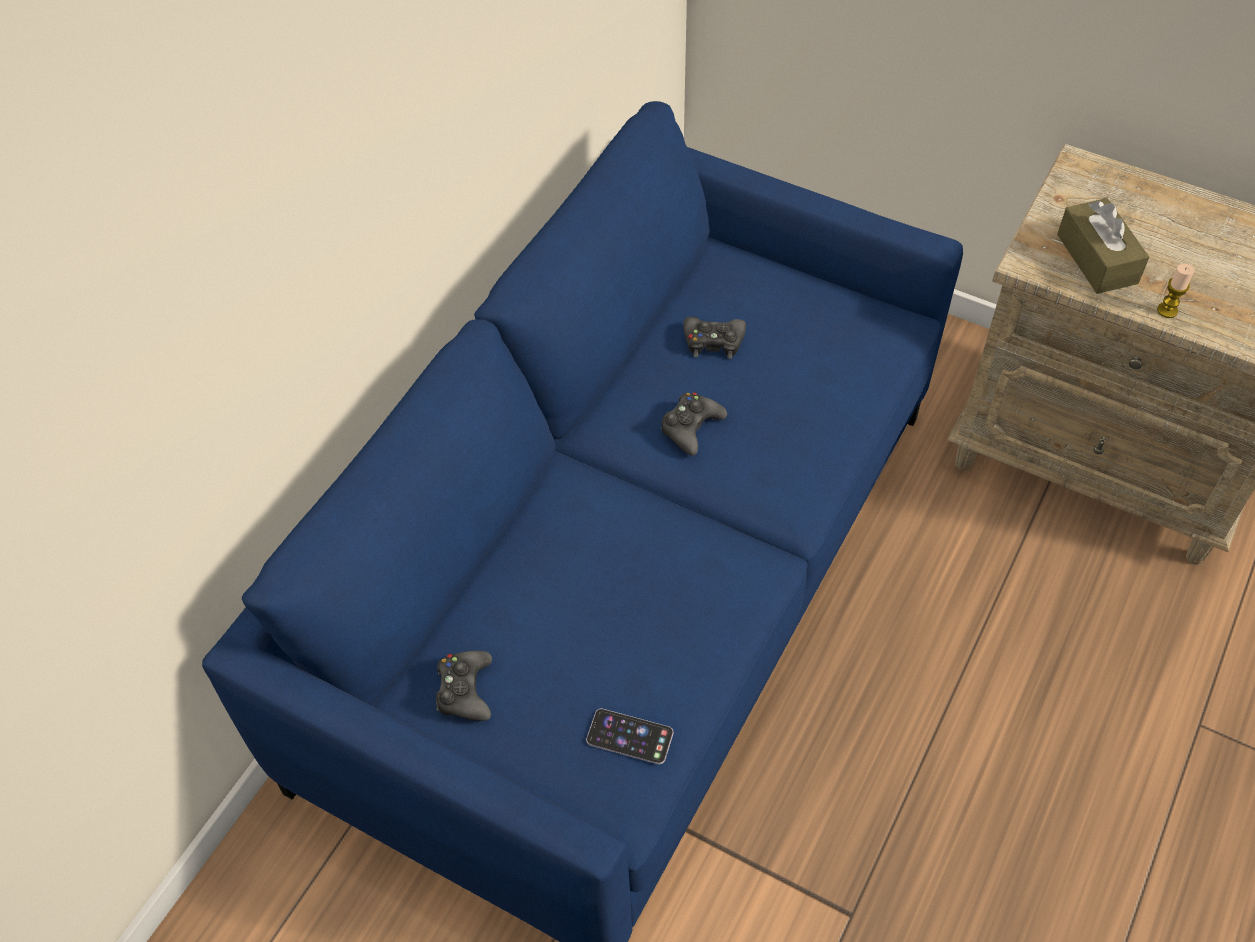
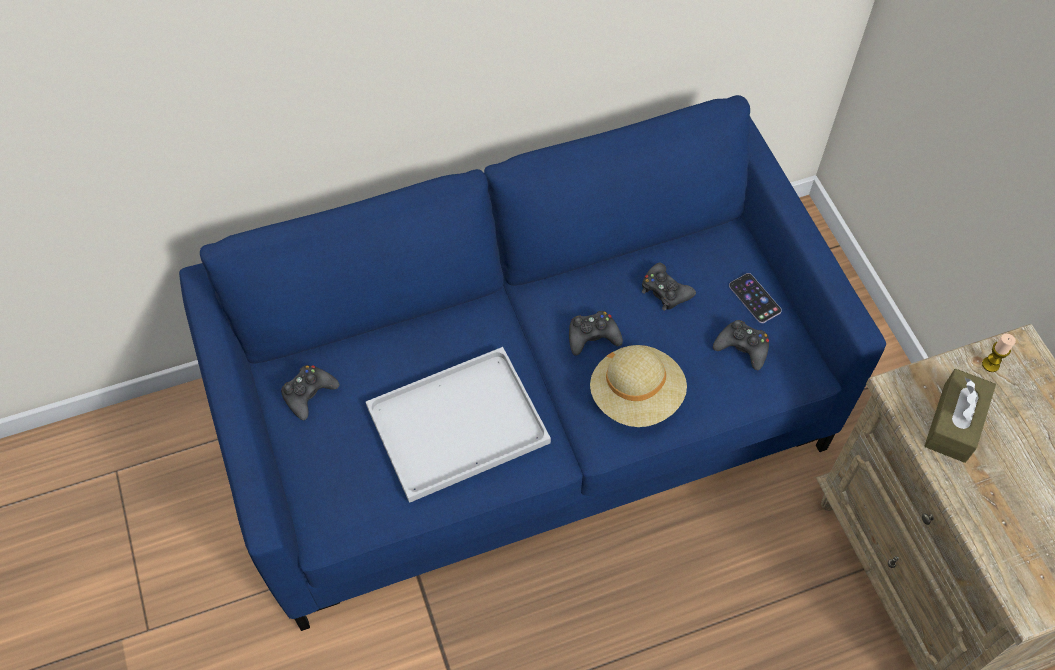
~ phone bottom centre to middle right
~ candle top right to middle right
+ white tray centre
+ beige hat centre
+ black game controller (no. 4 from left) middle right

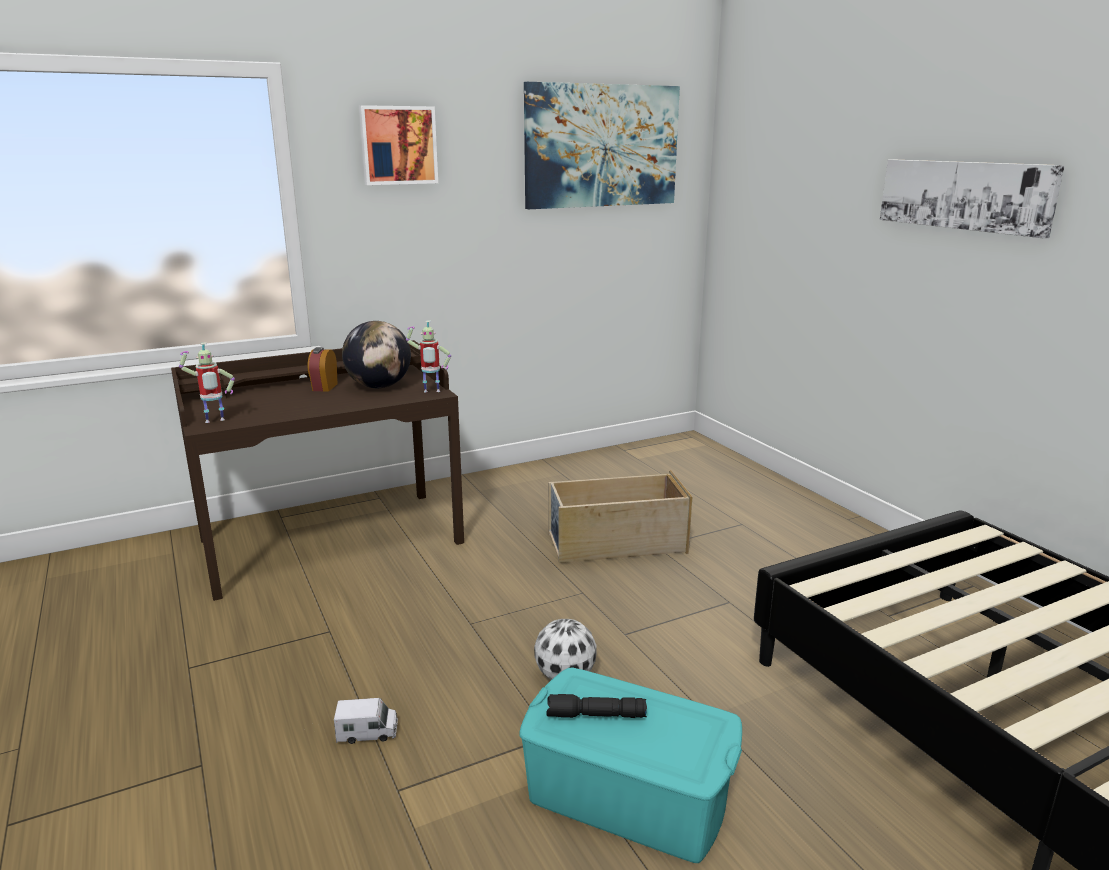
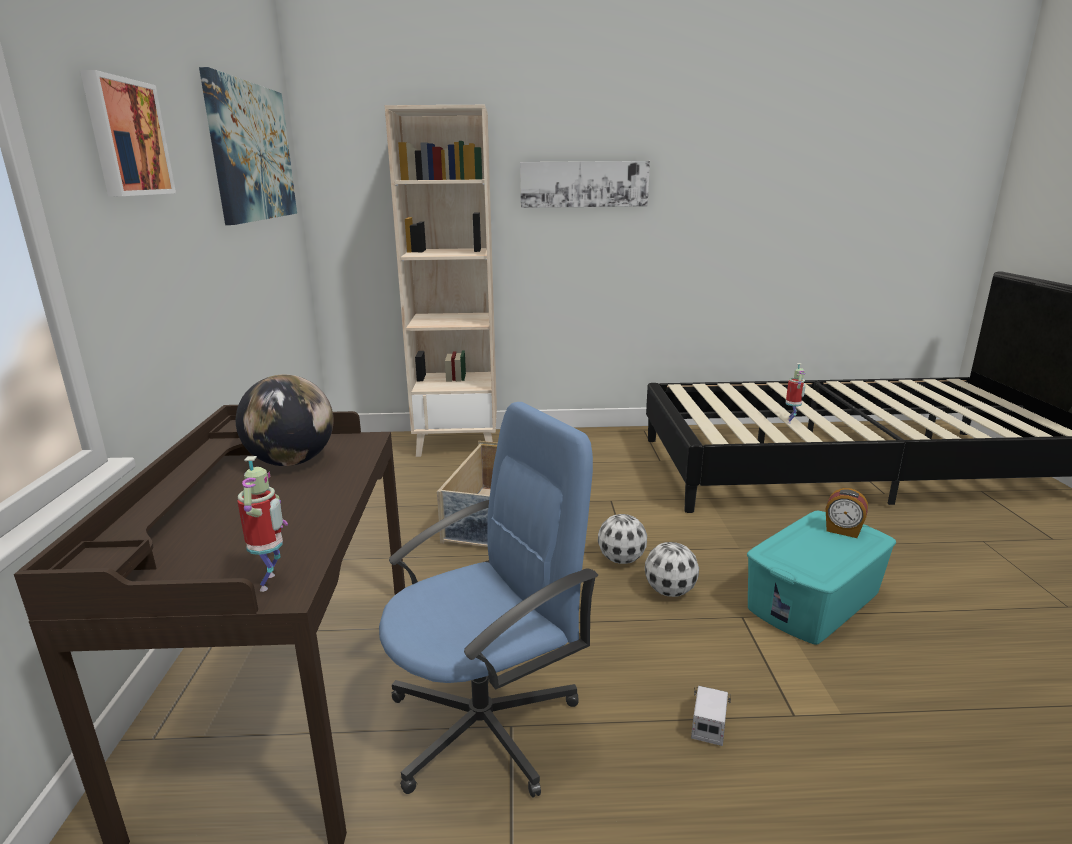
~ alarm clock middle left to middle right
~ toy robot (no. 2 from left) centre to middle right
- black flashlight bottom centre
+ blue office chair bottom centre
+ beige bookcase top centre
+ football (no. 1 from left) centre

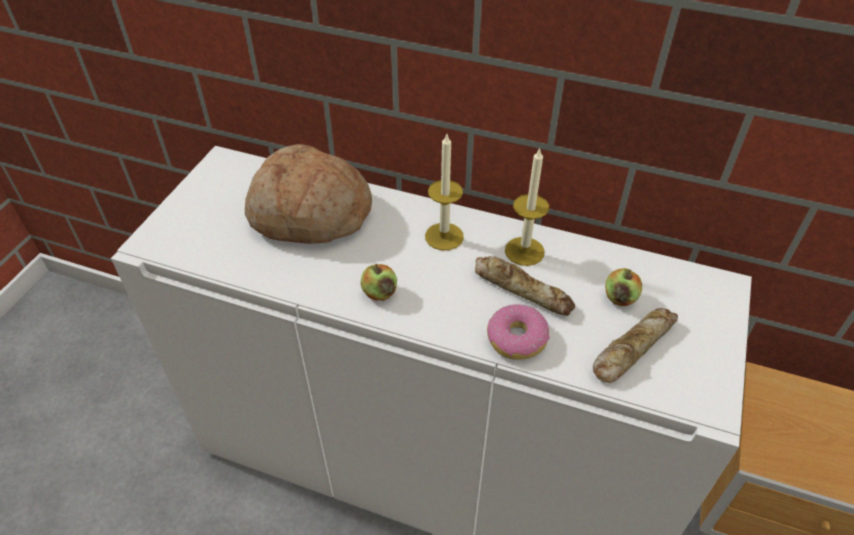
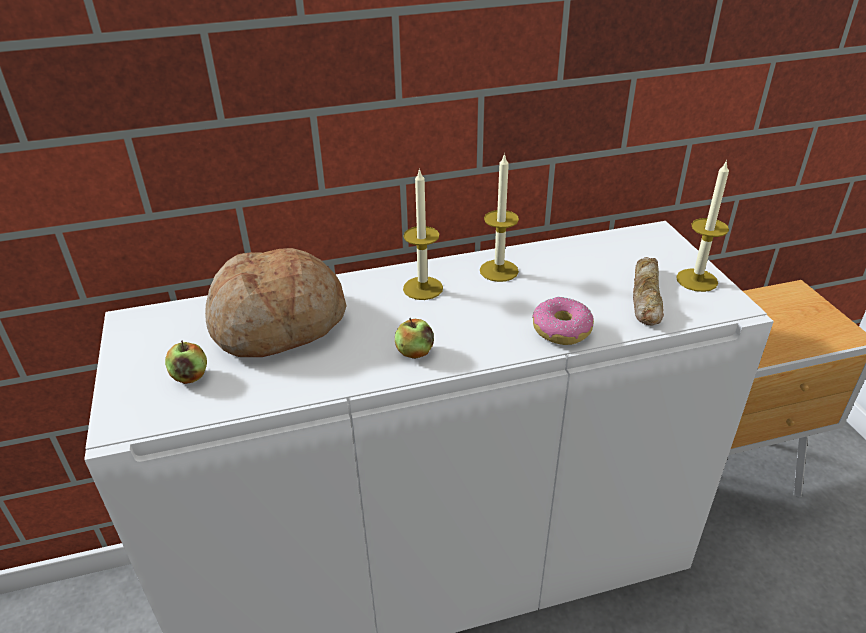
- bread (no. 2 from left) centre
~ apple (no. 2 from left in the first image) middle right to apple (no. 1 from left) middle left
+ candle (no. 3 from left) middle right

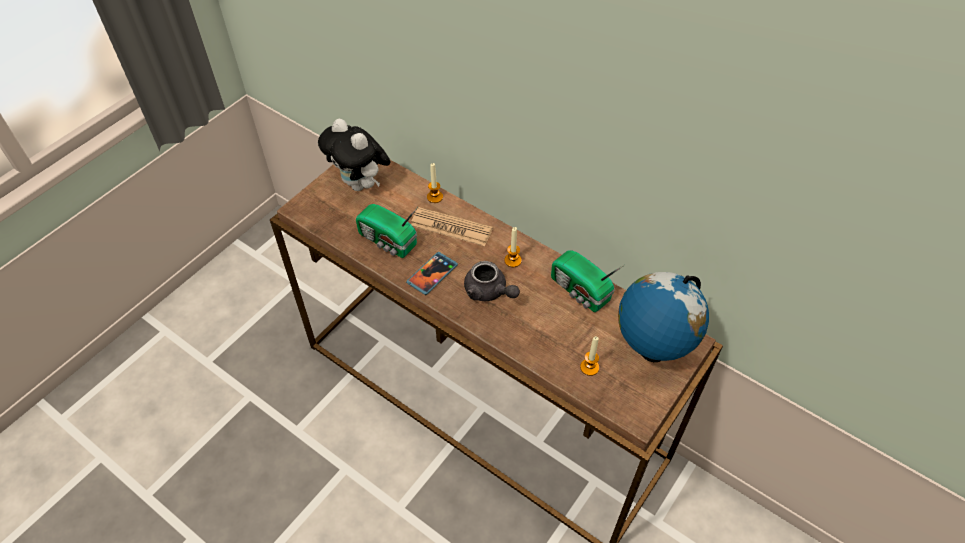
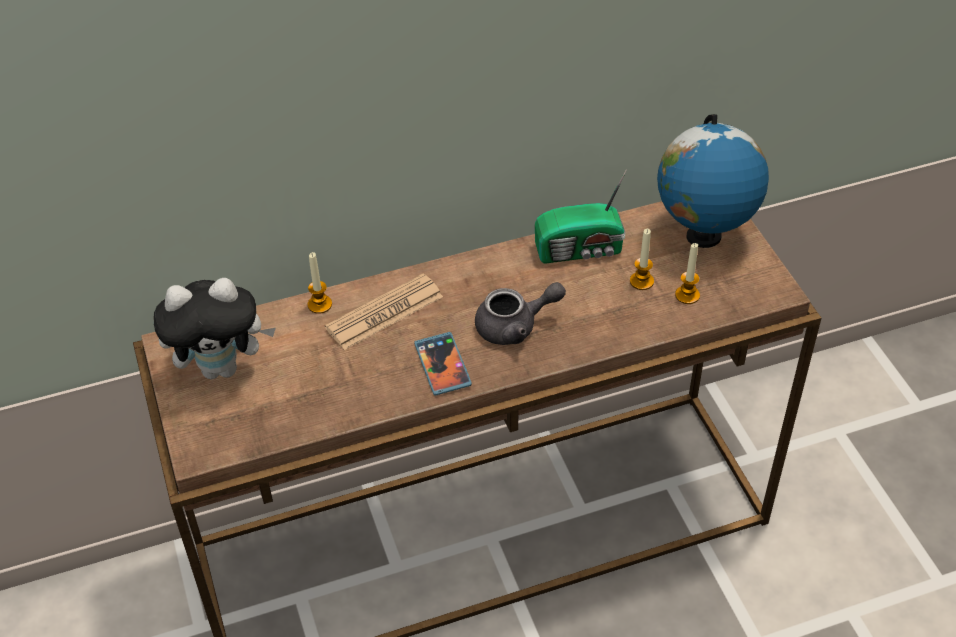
- radio (no. 1 from left) centre
~ candle (no. 2 from left) centre to middle right

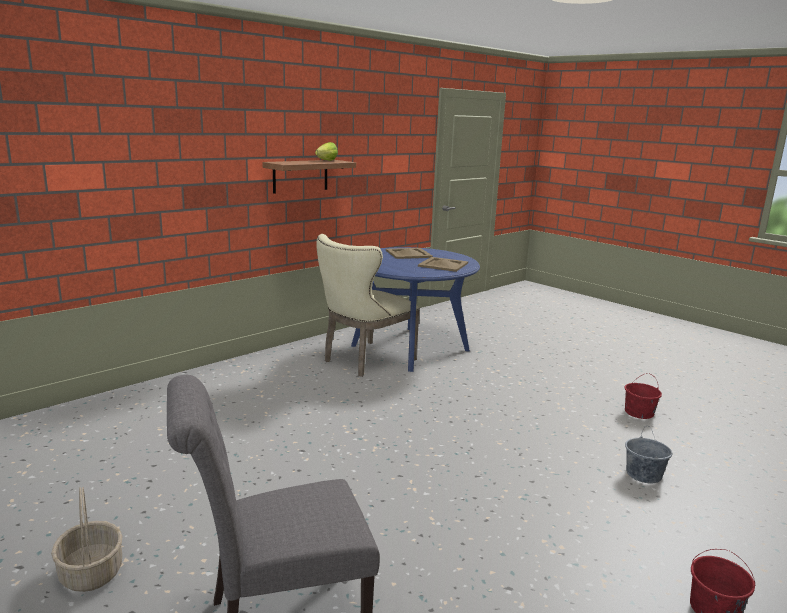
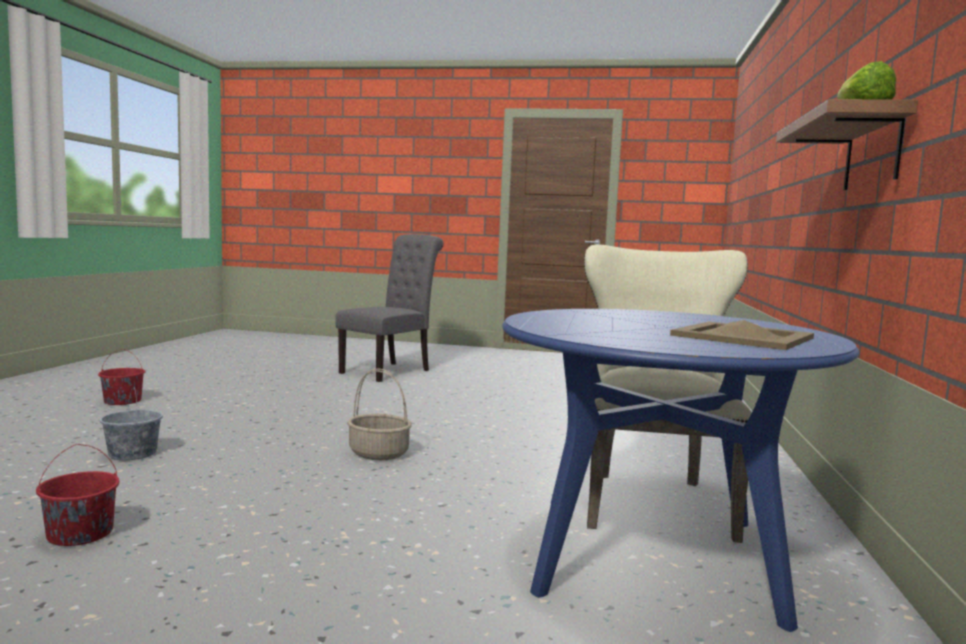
~ basket bottom left to centre
- beige tray (no. 2 from left) centre

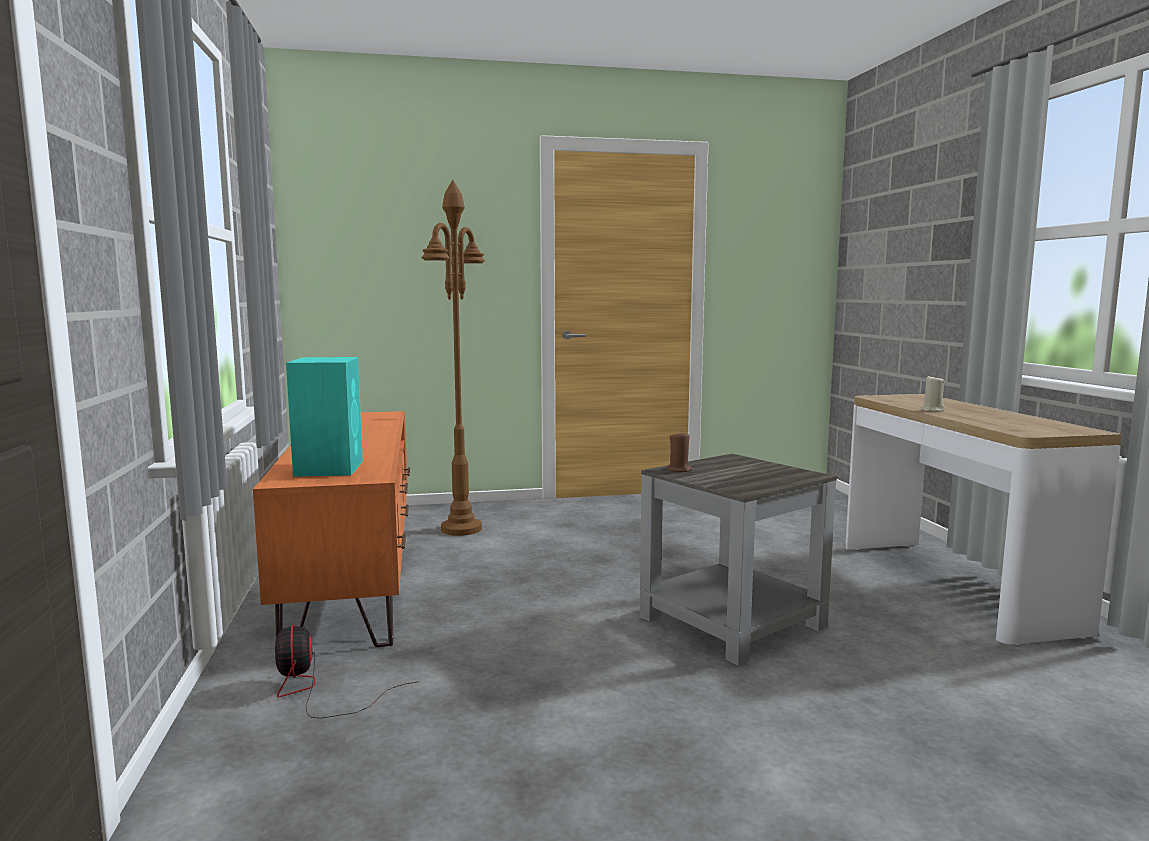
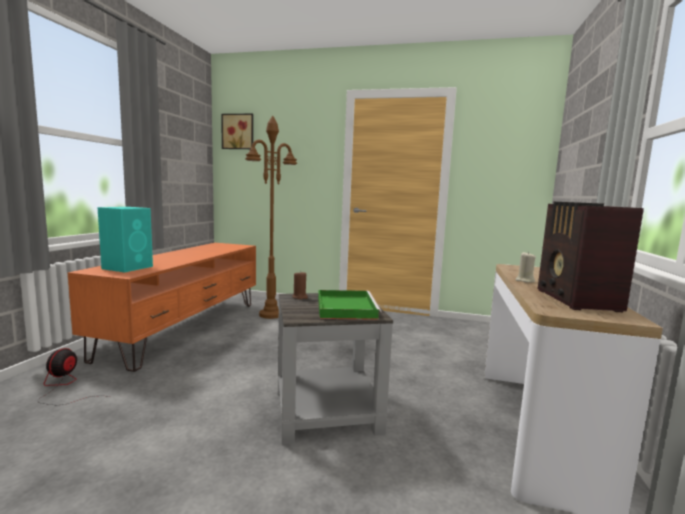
+ picture top centre
+ green tray centre
+ radio middle right

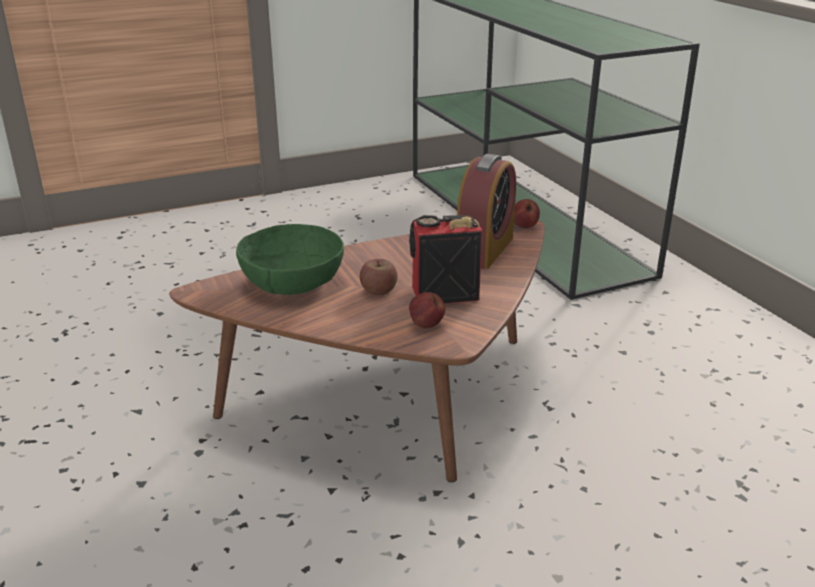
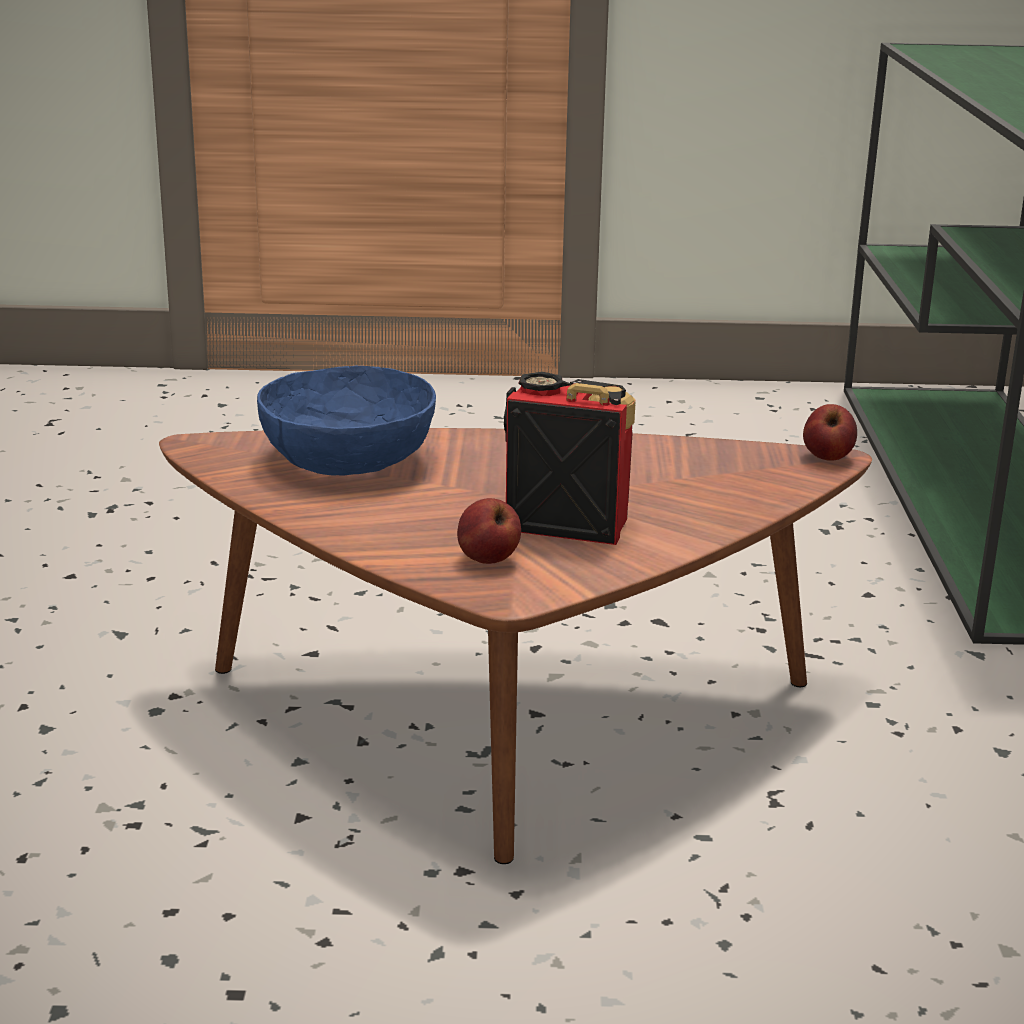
~ green bowl centre to blue bowl centre
- apple (no. 1 from left) centre
- alarm clock centre

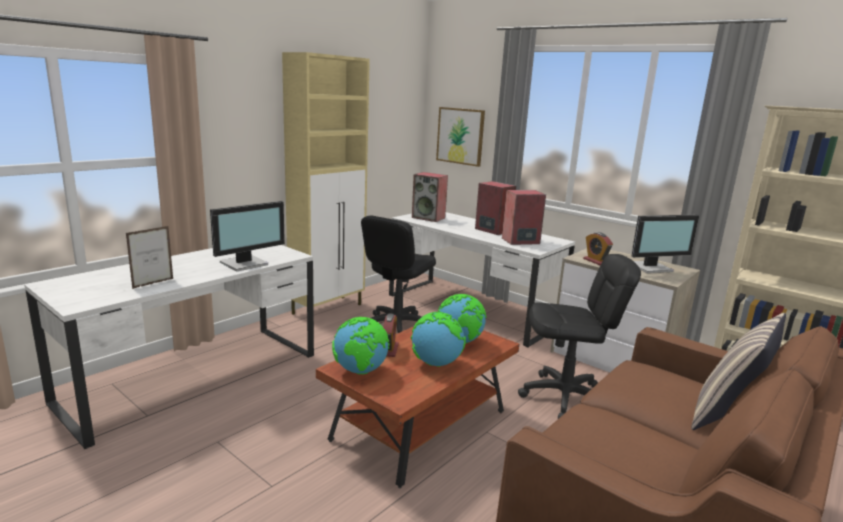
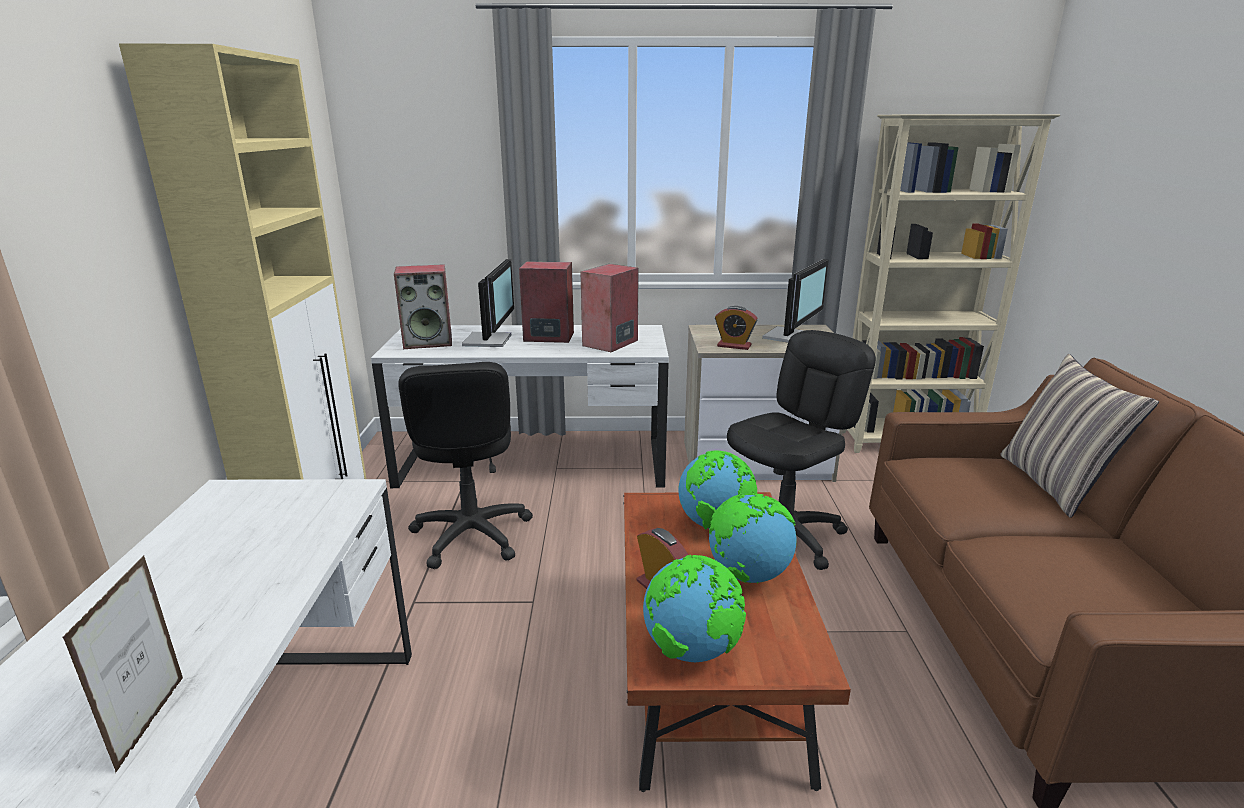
~ monitor (no. 1 from left) middle left to centre
- picture top centre

